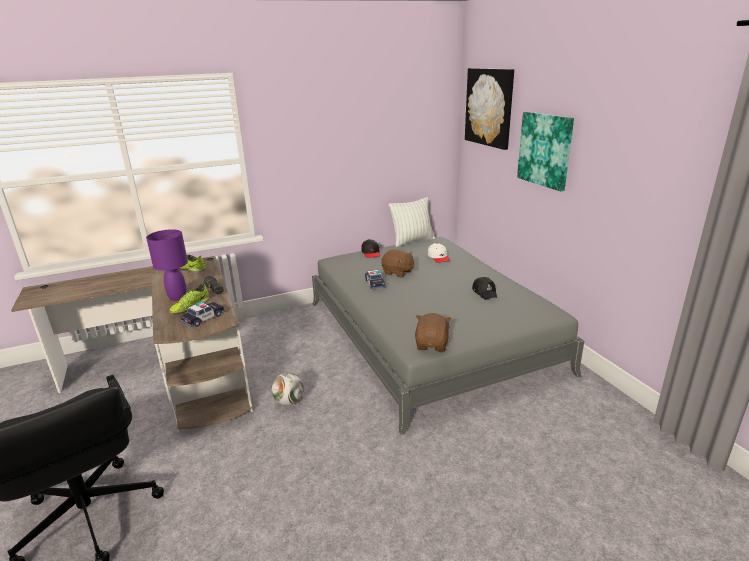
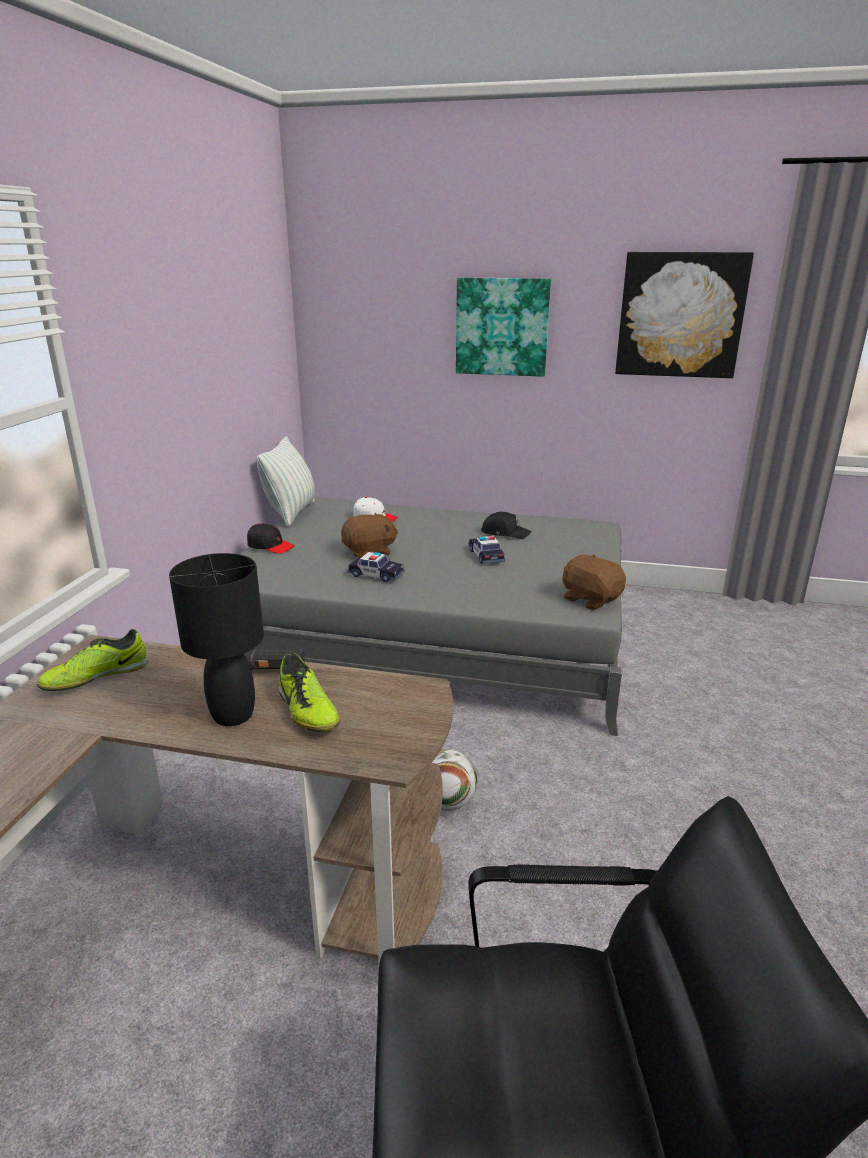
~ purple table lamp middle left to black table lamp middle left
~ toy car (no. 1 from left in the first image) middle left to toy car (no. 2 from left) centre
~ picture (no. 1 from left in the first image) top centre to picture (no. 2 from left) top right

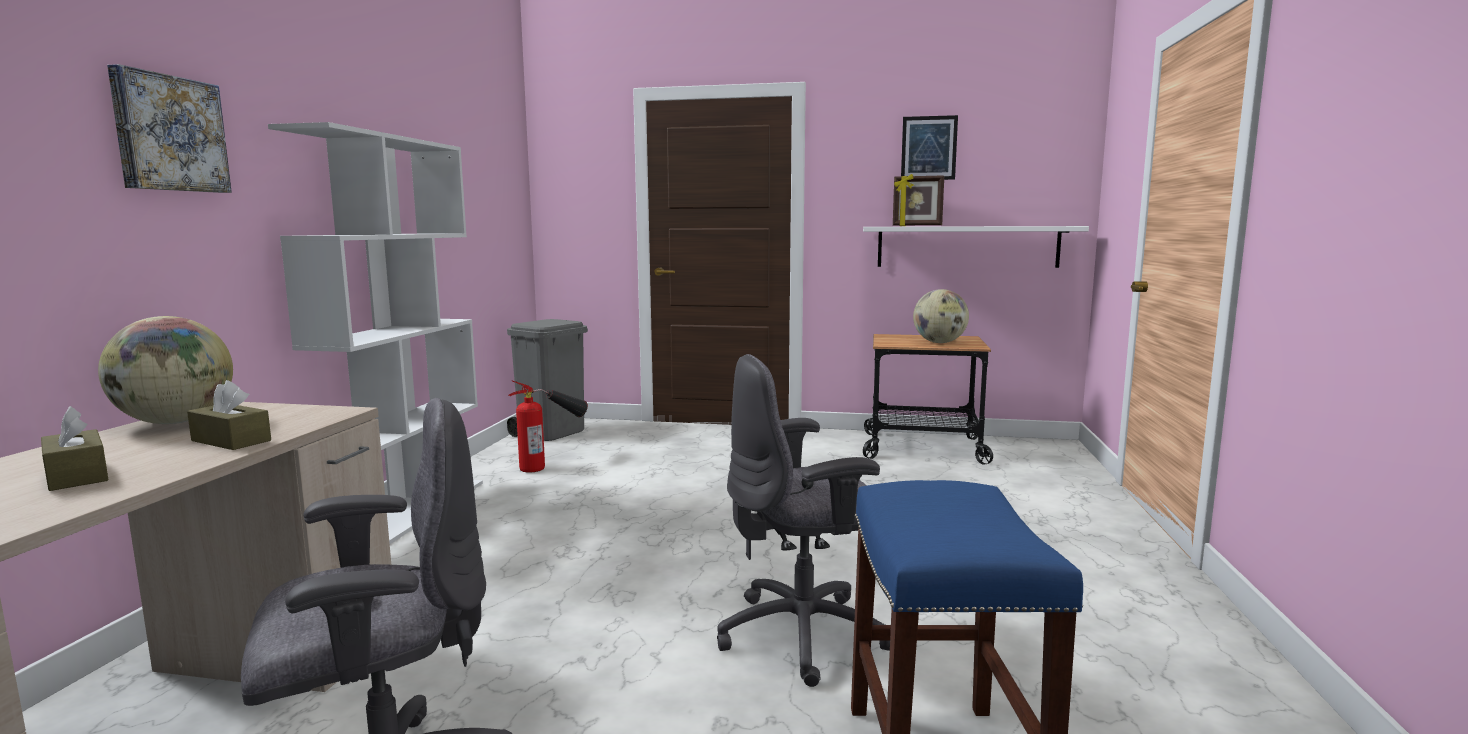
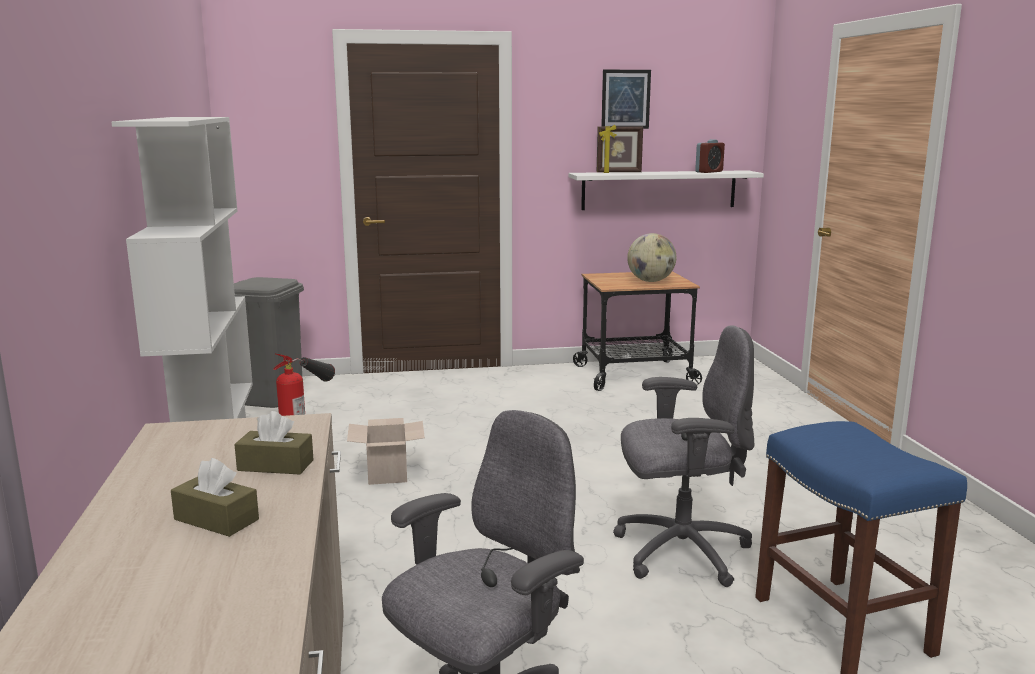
- globe (no. 1 from left) middle left
- picture (no. 1 from left) top left
~ grey office chair (no. 2 from left) bottom centre = bottom centre 150 degrees counterclockwise
+ cardboard box bottom centre
+ alarm clock top right

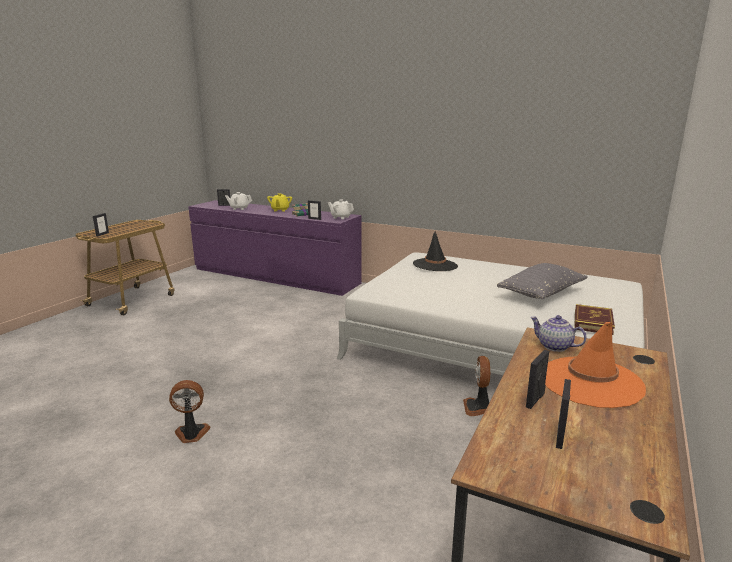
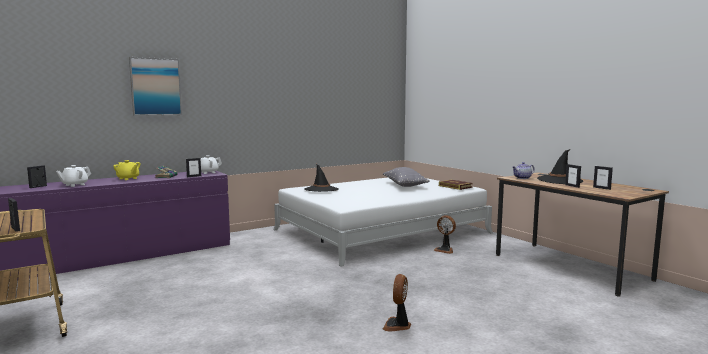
~ orange hat middle right to black hat (no. 2 from left) middle right
+ picture top left

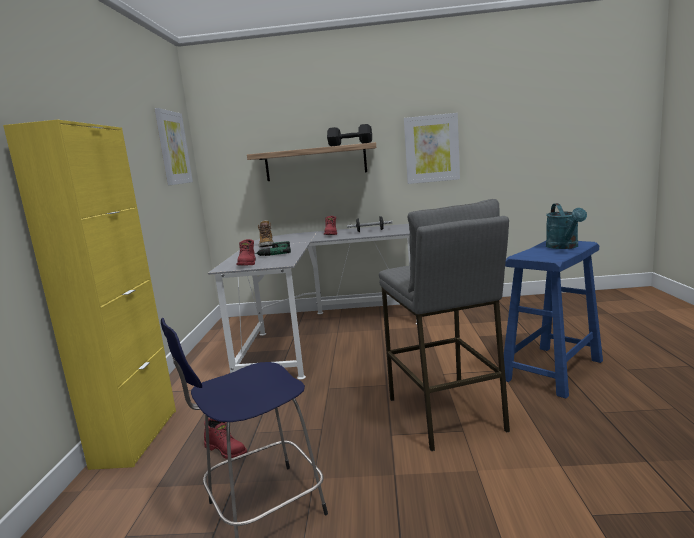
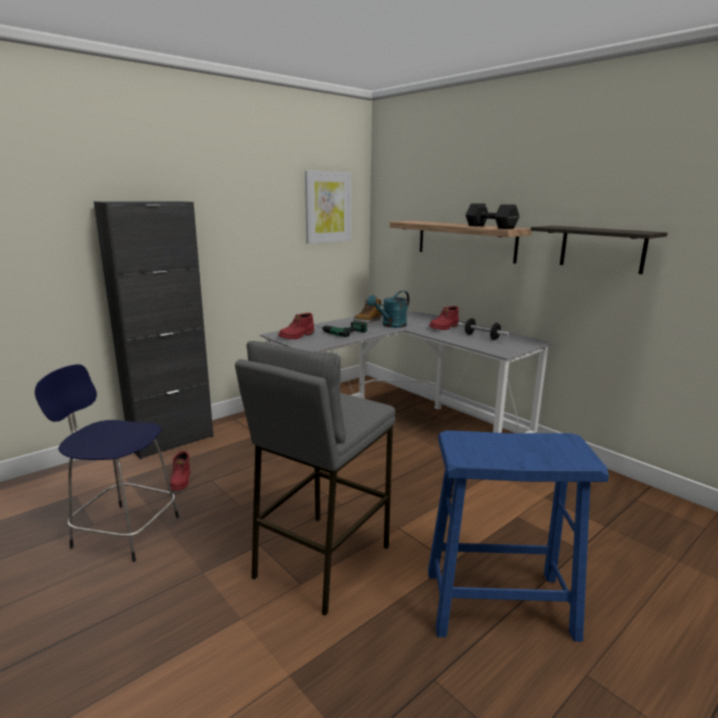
~ yellow cabinet middle left to black cabinet middle left
~ picture (no. 2 from left) top centre to shelf (no. 2 from left) middle right
~ turquoise watering can middle right to centre

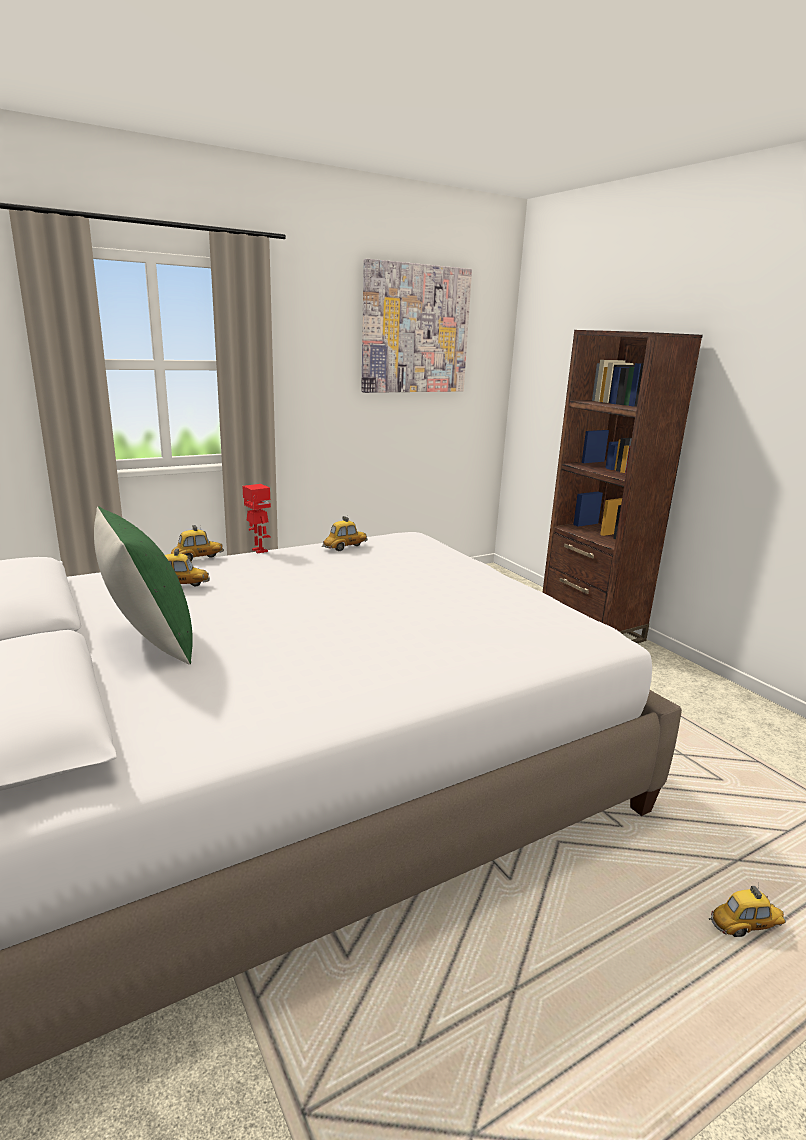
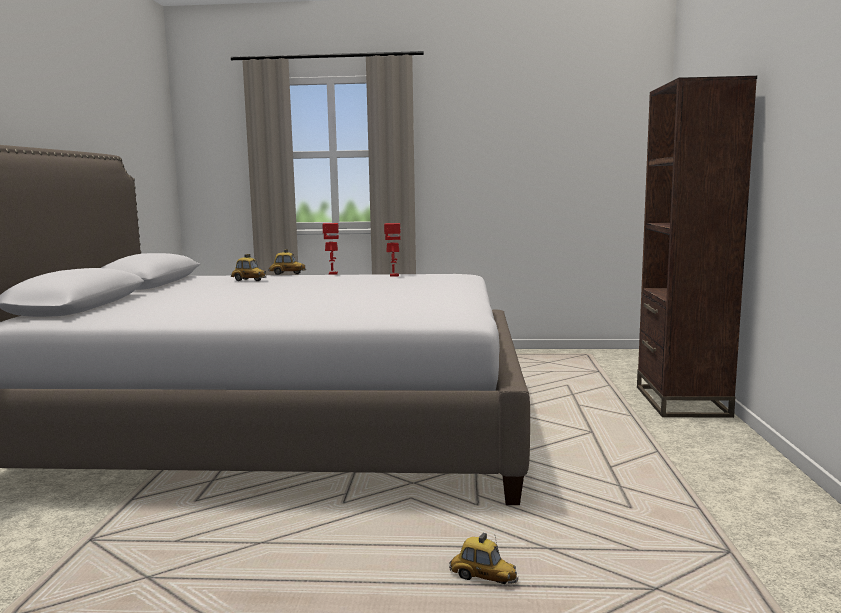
- green pillow middle left
~ toy car (no. 3 from left) centre to toy robot (no. 2 from left) centre
- picture top centre

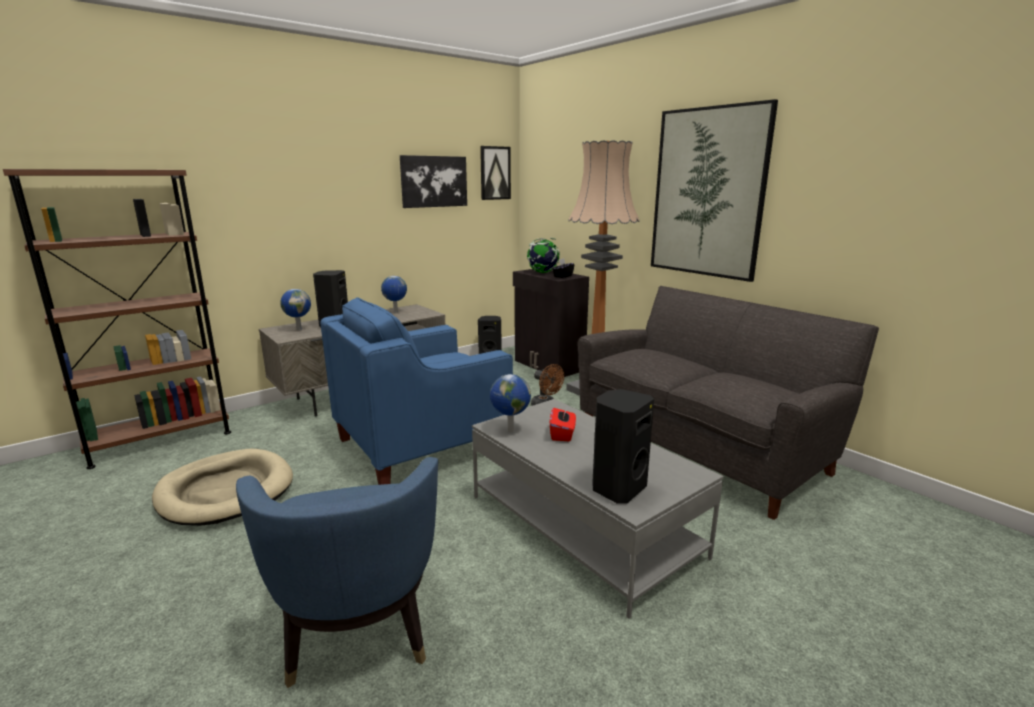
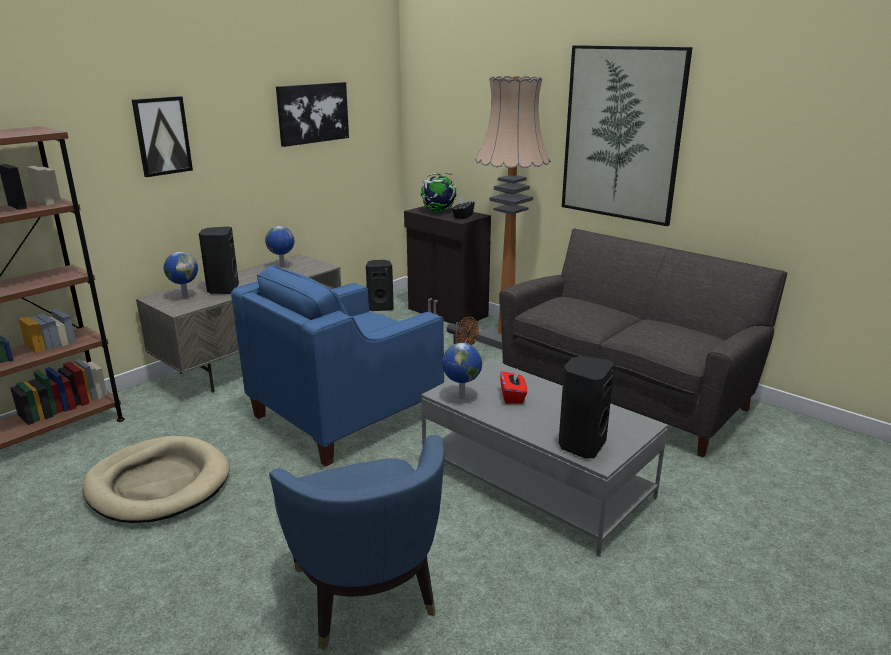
~ picture (no. 2 from left in the first image) top centre to picture (no. 1 from left) top left

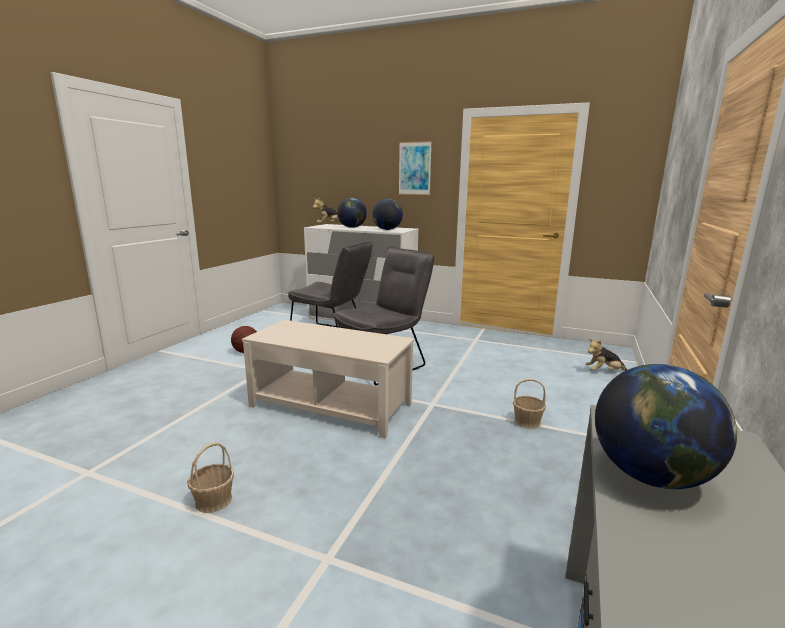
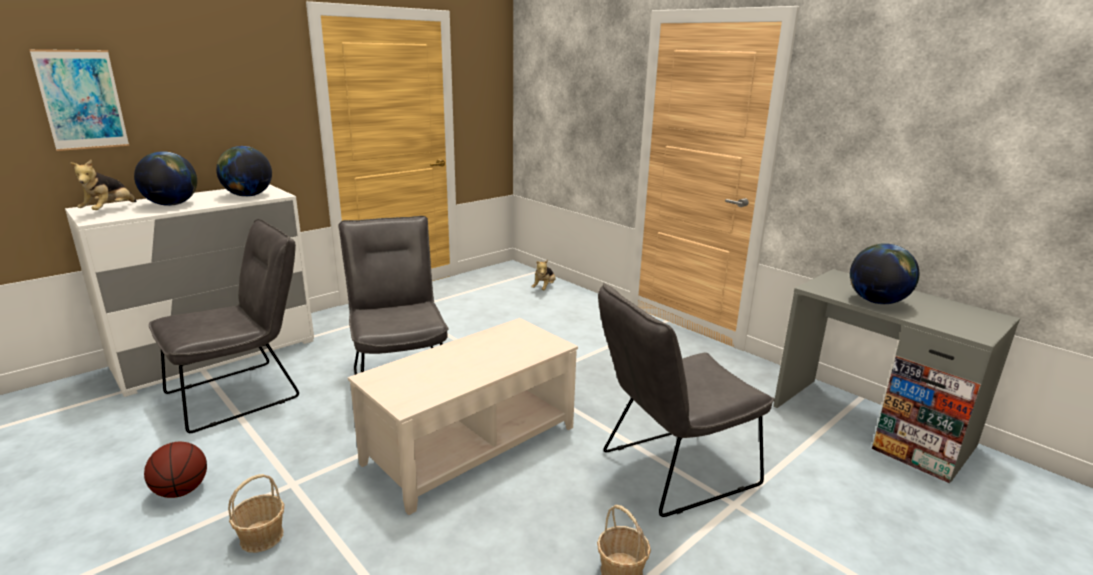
~ picture top centre to top left
~ basket (no. 2 from left in the first image) middle right to basket (no. 1 from left) bottom left
+ grey chair (no. 3 from left) bottom centre

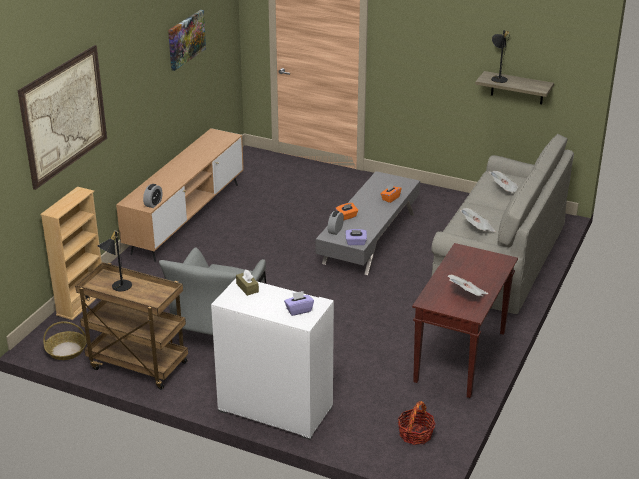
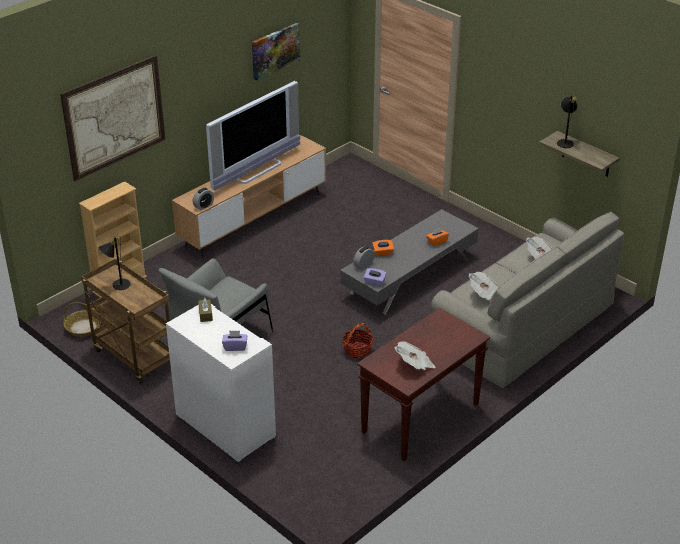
~ basket (no. 2 from left) bottom centre to centre
+ television top centre

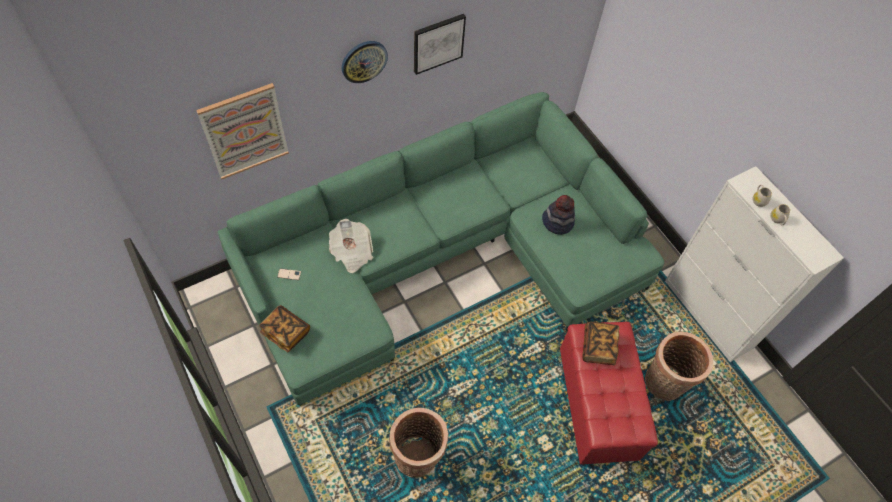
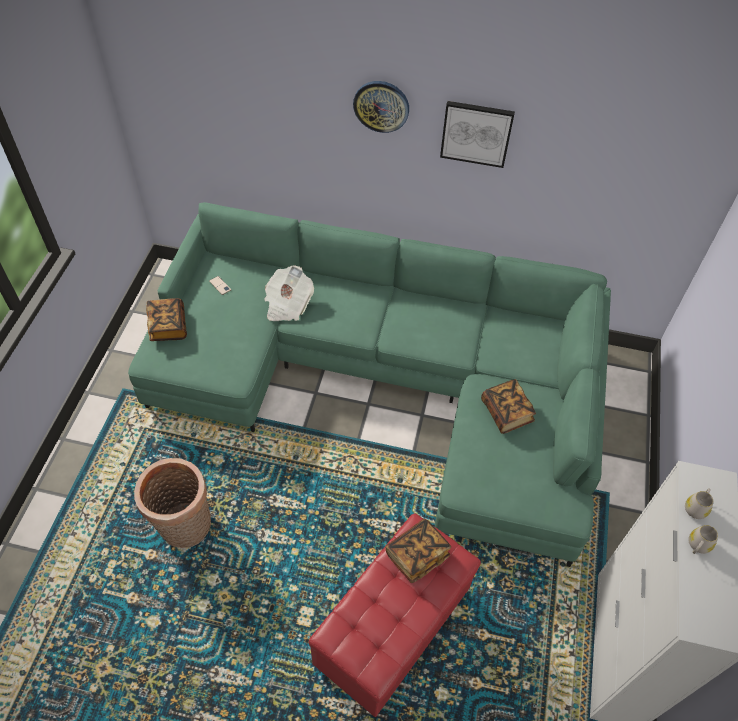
- picture (no. 1 from left) top left
~ hat centre to book (no. 3 from left) middle right
- basket (no. 2 from left) bottom right

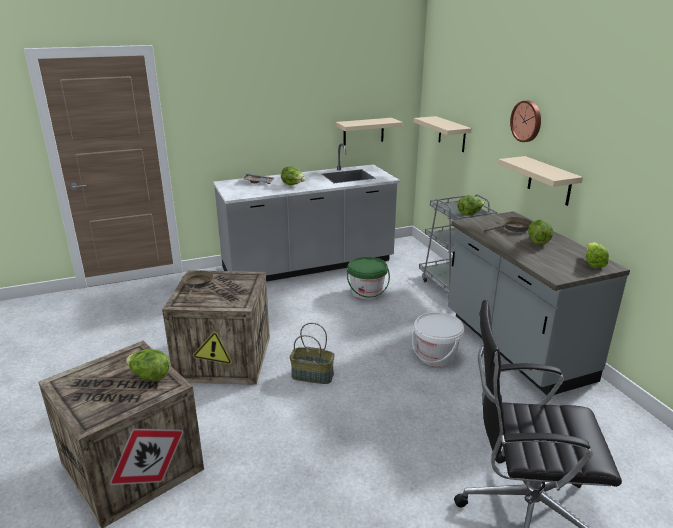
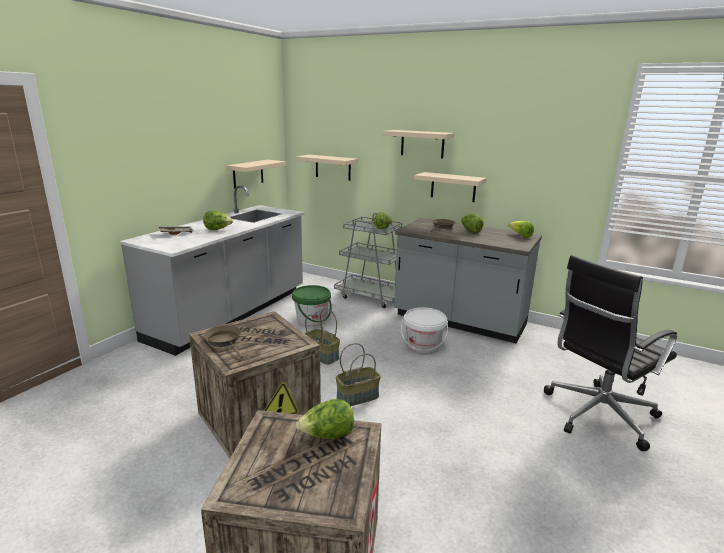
~ wall clock top right to beige shelf (no. 3 from left) top centre
+ basket (no. 1 from left) centre

